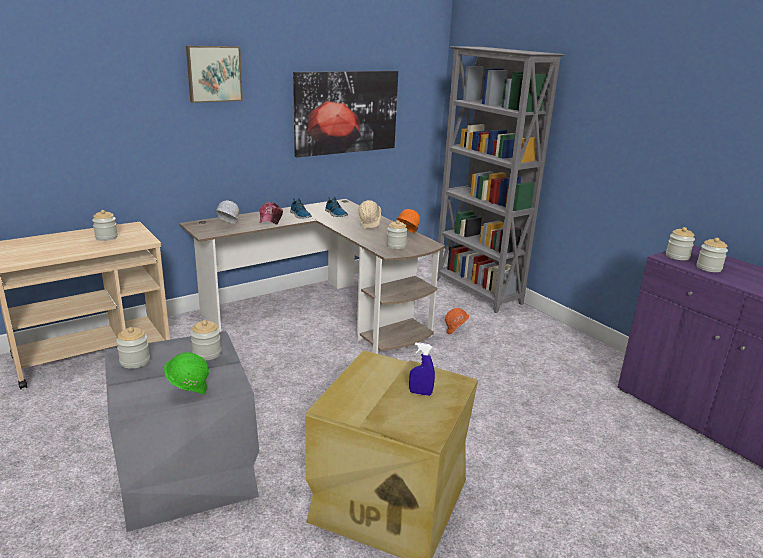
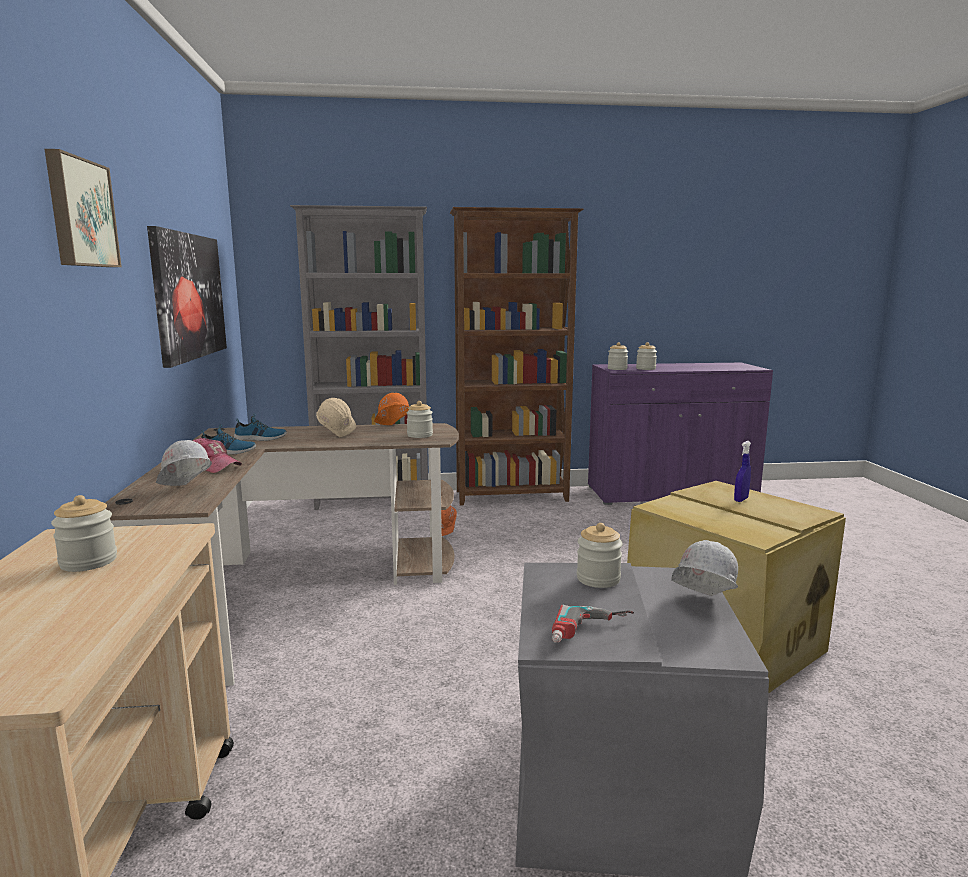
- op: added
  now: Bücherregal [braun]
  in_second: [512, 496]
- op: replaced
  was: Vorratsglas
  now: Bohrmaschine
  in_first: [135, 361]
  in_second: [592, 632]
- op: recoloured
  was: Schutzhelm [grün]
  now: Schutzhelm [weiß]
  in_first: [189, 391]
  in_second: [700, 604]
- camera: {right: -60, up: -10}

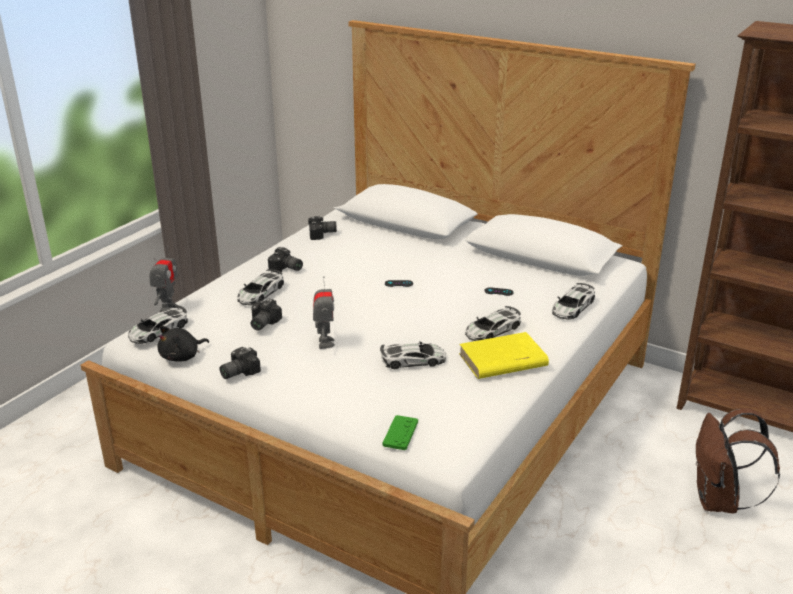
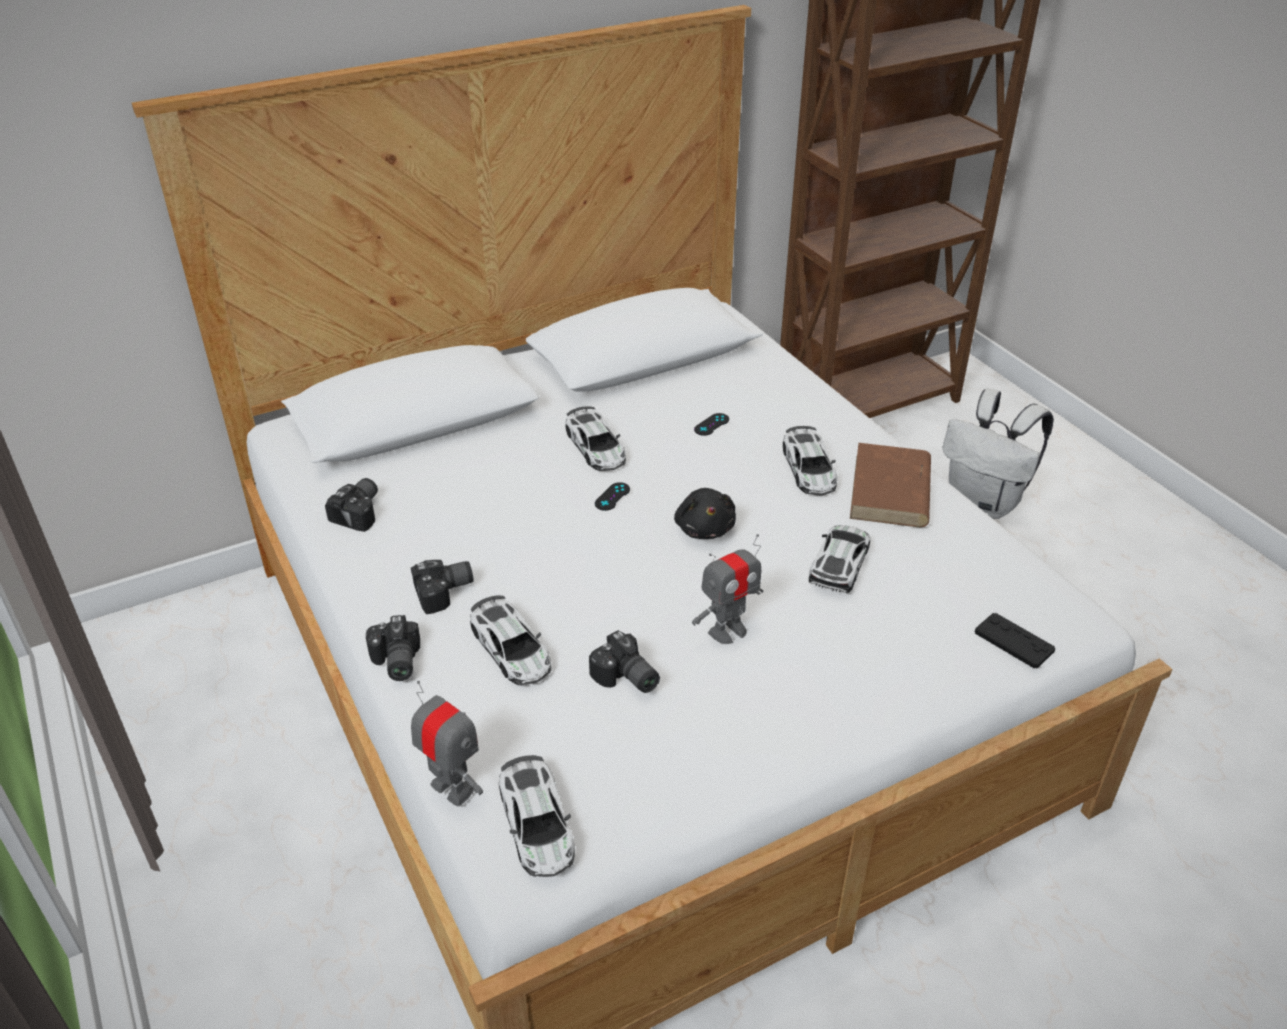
- op: moved
  was: Kamera
  in_first: [237, 372]
  in_second: [394, 662]
- op: moved
  was: Spielzeugauto
  in_first: [572, 307]
  in_second: [596, 447]
- op: moved
  was: Plüschtier [schwarz]
  in_first: [182, 356]
  in_second: [704, 528]
- op: turned
  was: Spielzeugroboter
  in_first: [325, 343]
  in_second: [727, 631]
  clockwise: 120
- op: recoloured
  was: Buch [gelb]
  now: Buch [braun]
  in_first: [502, 360]
  in_second: [890, 491]
- op: recoloured
  was: Rucksack [braun]
  now: Rucksack [weiß]
  in_first: [719, 501]
  in_second: [984, 503]
- op: recoloured
  was: Gamepad [grün]
  now: Gamepad [schwarz]
  in_first: [400, 433]
  in_second: [1014, 641]
- camera: {right: -60, up: 10}

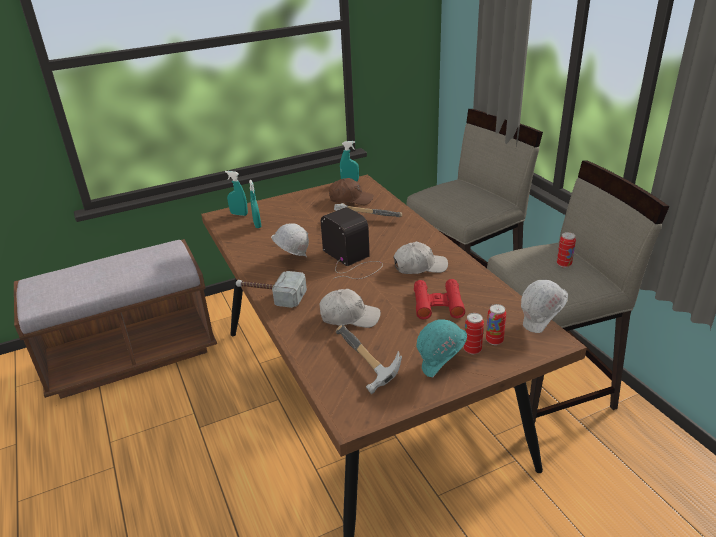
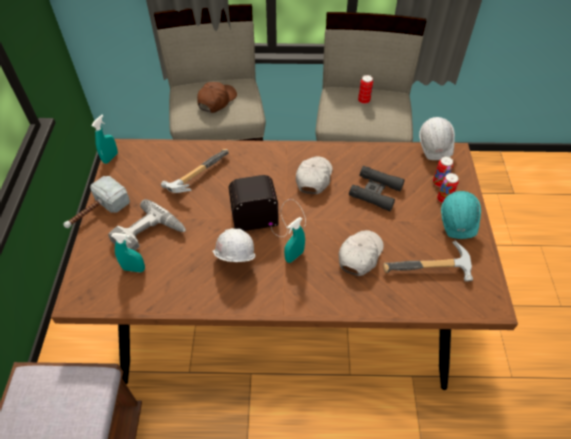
- op: moved
  was: Hammer
  in_first: [270, 295]
  in_second: [96, 212]
- op: added
  now: Bohrmaschine
  in_second: [149, 235]
- op: moved
  was: Kappe [braun]
  in_first: [350, 199]
  in_second: [216, 101]
- op: moved
  was: Sprühflasche [türkis]
  in_first: [239, 214]
  in_second: [294, 256]
- op: recoloured
  was: Fernglas [rot]
  now: Fernglas [schwarz]
  in_first: [438, 304]
  in_second: [375, 191]
- camera: {right: -65, up: 20}

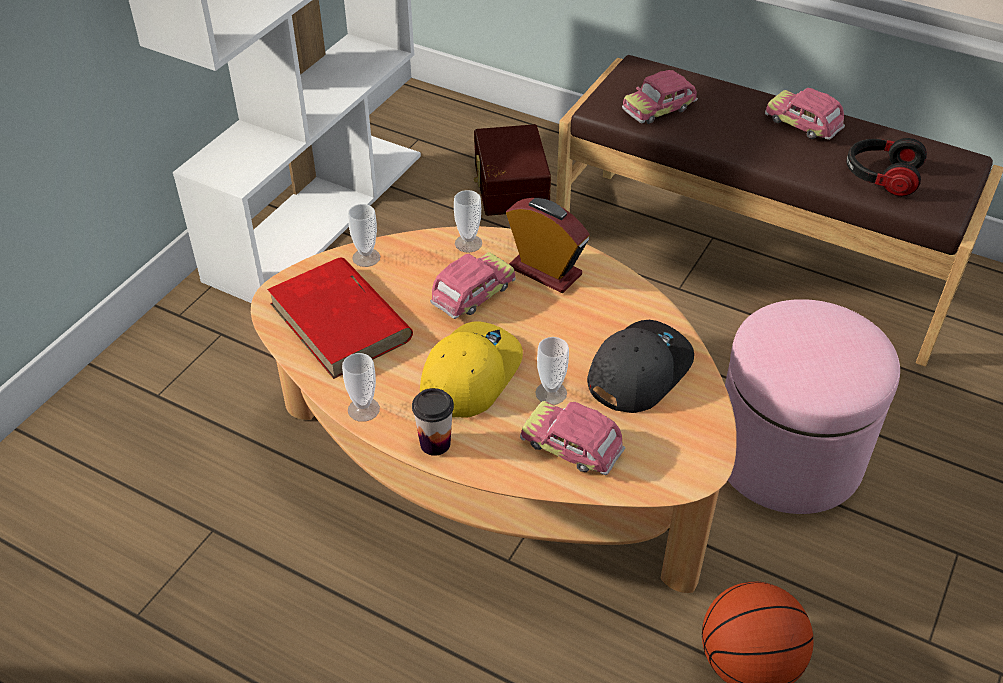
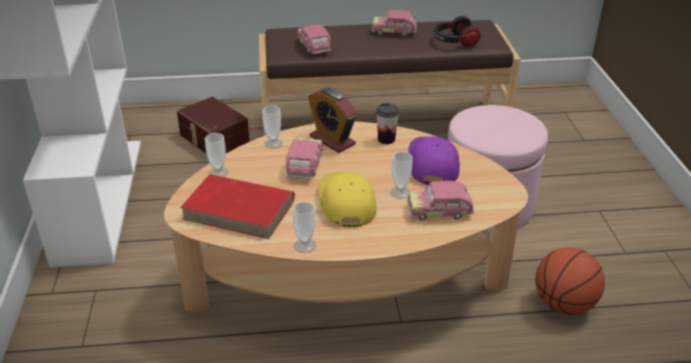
- op: turned
  was: Spielzeugauto
  in_first: [659, 110]
  in_second: [314, 47]
  clockwise: 135
- op: turned
  was: Wecker
  in_first: [545, 271]
  in_second: [332, 140]
  clockwise: -135
- op: moved
  was: Tasse
  in_first: [435, 443]
  in_second: [386, 139]
- op: recoloured
  was: Kappe [grau]
  now: Kappe [lila]
  in_first: [638, 370]
  in_second: [432, 164]
- camera: {right: -35, up: -10}

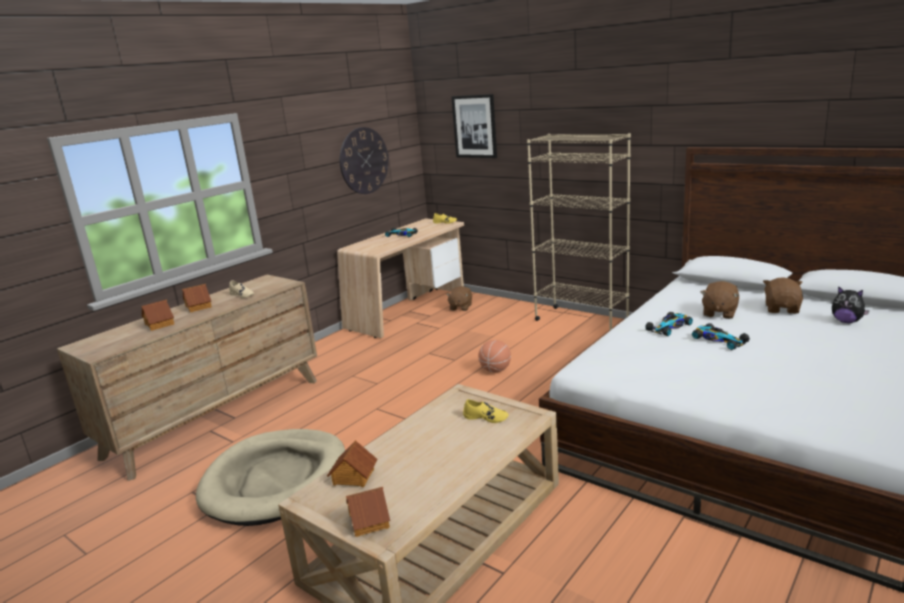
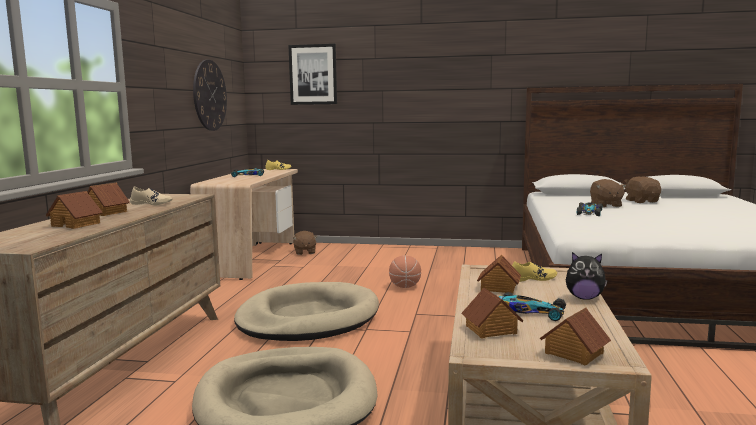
- op: added
  now: Hundebett [beige]
  in_second: [308, 318]
- op: added
  now: Spielzeughaus
  in_second: [498, 288]
- op: moved
  was: Spielzeugauto
  in_first: [718, 340]
  in_second: [528, 311]
- op: moved
  was: Plüschtier
  in_first: [846, 321]
  in_second: [584, 298]
- op: removed
  was: Bücherregal [beige]
  in_first: [581, 320]
- camera: {right: -30, up: -10}

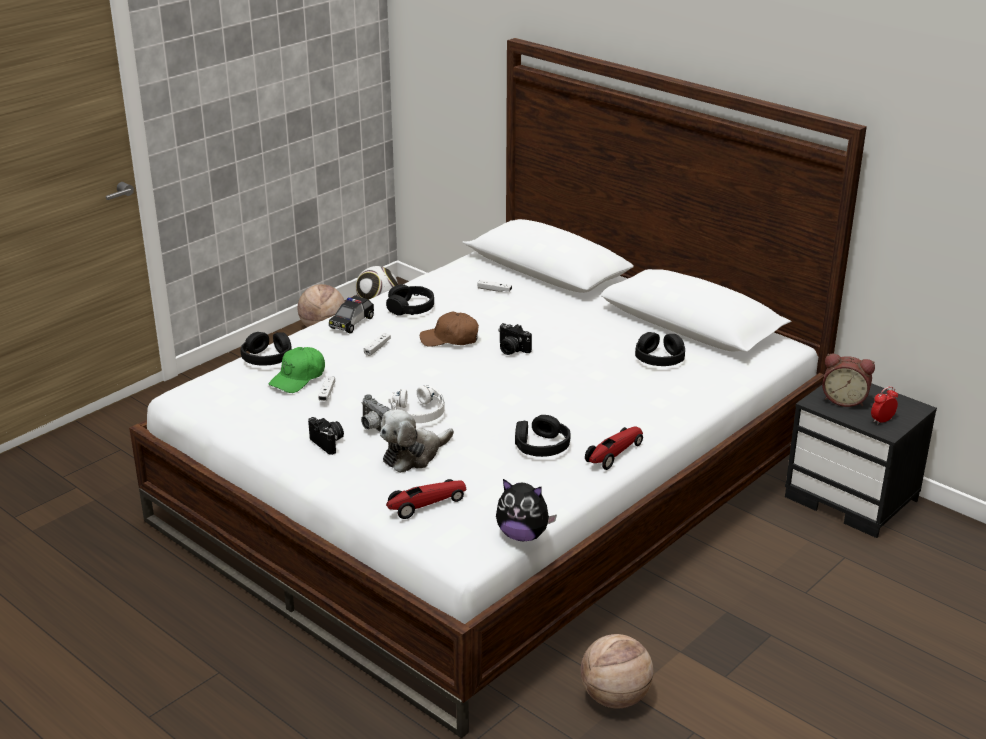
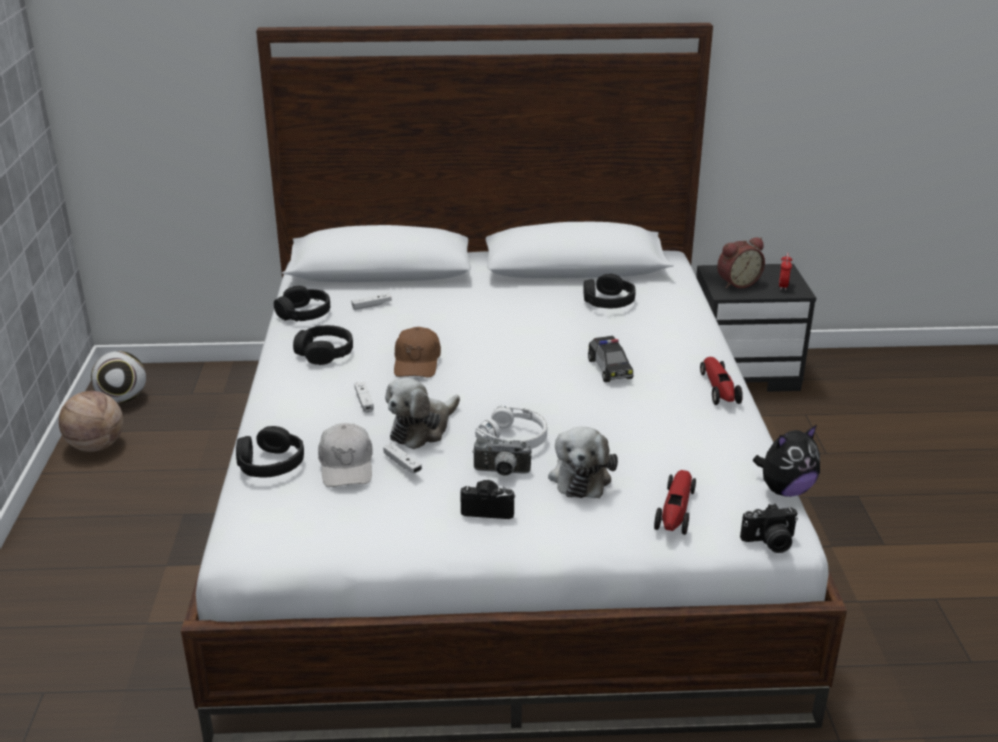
- op: moved
  was: Kopfhörer [schwarz]
  in_first: [541, 446]
  in_second: [304, 313]
- op: recoloured
  was: Kappe [grün]
  now: Kappe [weiß]
  in_first: [298, 378]
  in_second: [346, 465]
- op: added
  now: Plüschtier
  in_second: [422, 429]
- op: turned
  was: Kappe [braun]
  in_first: [450, 339]
  in_second: [417, 362]
  clockwise: -45
- op: moved
  was: Spielzeugauto
  in_first: [352, 323]
  in_second: [609, 369]
- op: moved
  was: Kamera
  in_first: [511, 350]
  in_second: [770, 542]
- op: removed
  was: Basketball
  in_first: [615, 698]
- camera: {right: -45, up: 0}

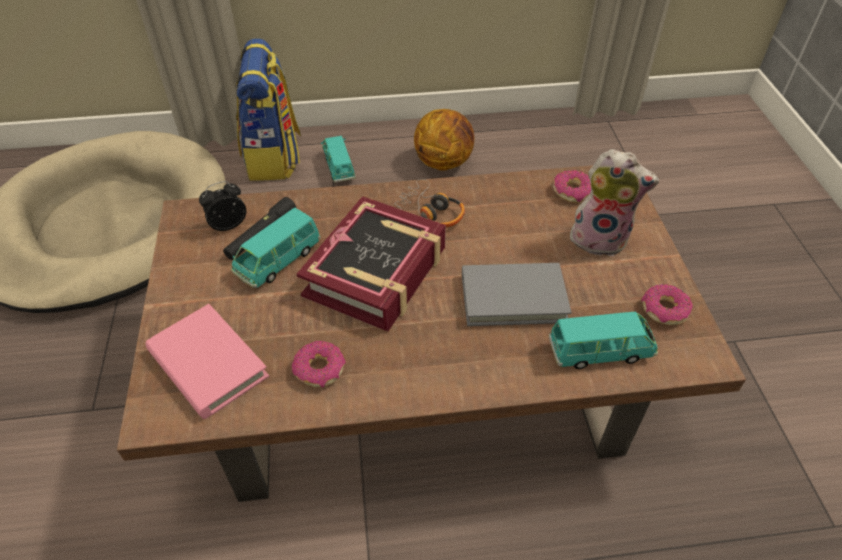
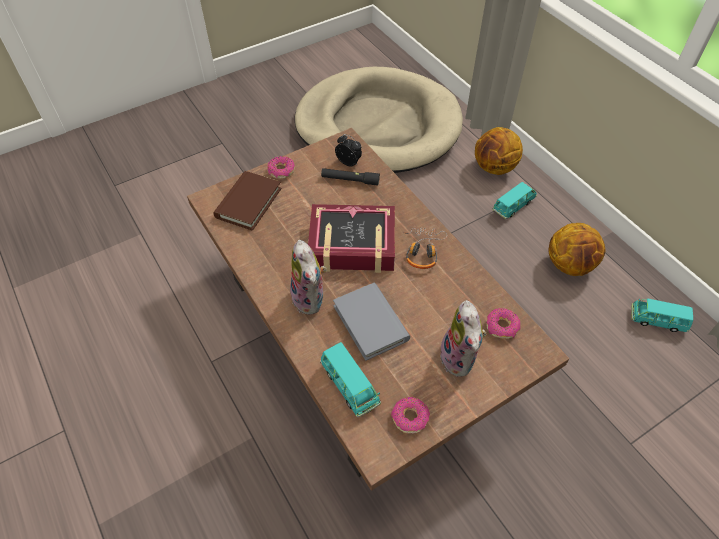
- op: recoloured
  was: Buch [rosa]
  now: Buch [braun]
  in_first: [208, 364]
  in_second: [248, 203]
- op: moved
  was: Donut
  in_first: [319, 370]
  in_second: [281, 171]
- op: added
  now: Plüschtier
  in_second: [311, 299]
- op: replaced
  was: Rucksack
  now: Basketball
  in_first: [274, 158]
  in_second: [494, 168]
- op: moved
  was: Spielzeugauto [türkis]
  in_first: [278, 261]
  in_second: [657, 320]
- camera: {right: 65, up: 5}

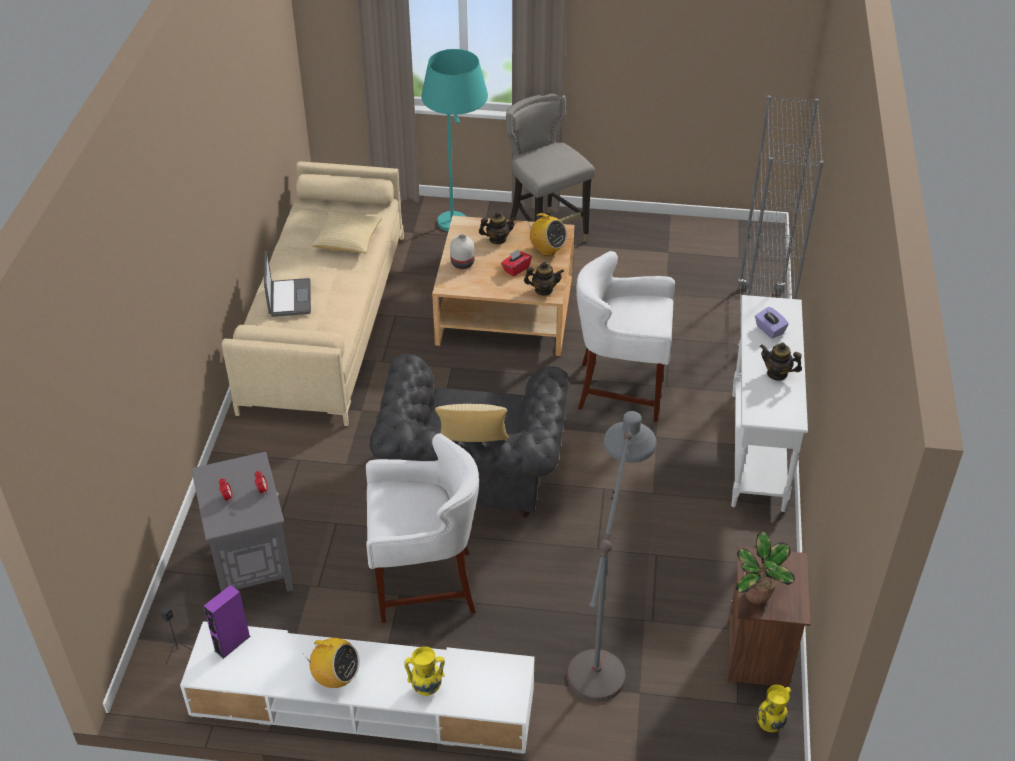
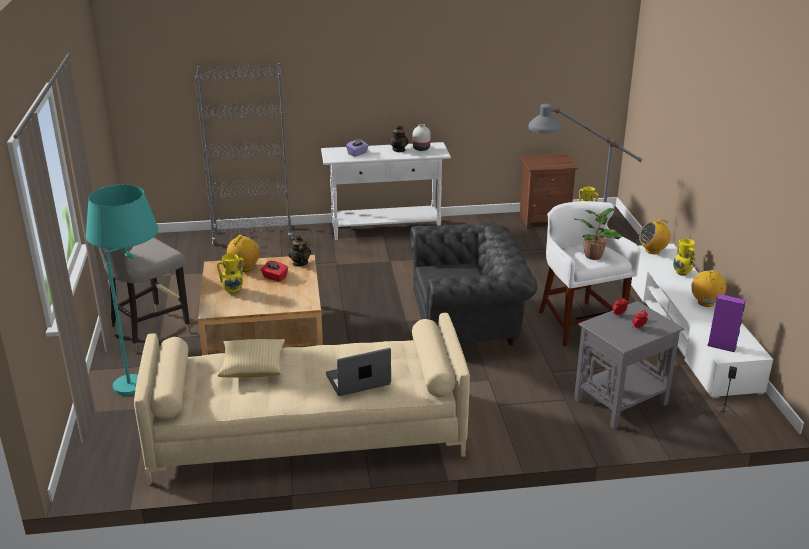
- op: replaced
  was: Teekanne
  now: Vase [gelb]
  in_first: [497, 239]
  in_second: [233, 291]
- op: moved
  was: Vase [weiß]
  in_first: [463, 263]
  in_second: [421, 148]
- op: moved
  was: Topfpflanze
  in_first: [757, 596]
  in_second: [594, 255]
- op: added
  now: Radio
  in_second: [653, 251]
- op: removed
  was: Kissen
  in_first: [473, 447]
- op: removed
  was: Hocker [weiß]
  in_first: [621, 390]
- camera: {right: -105, up: -15}

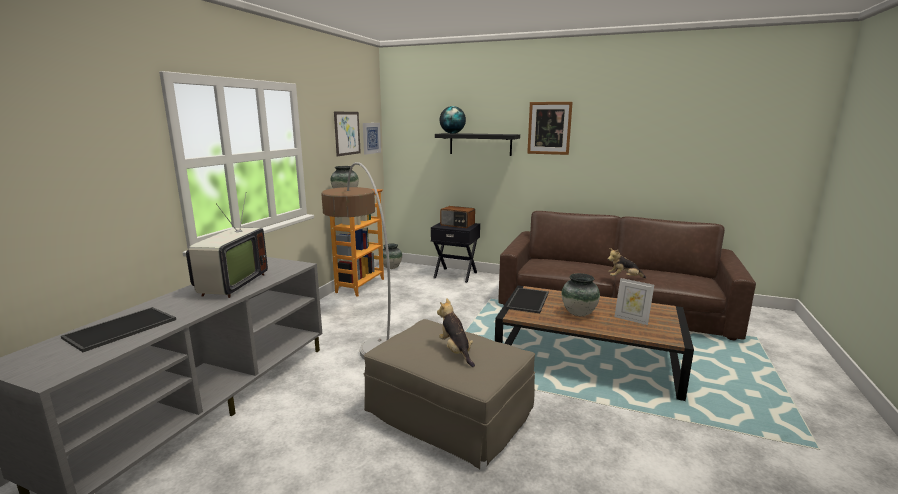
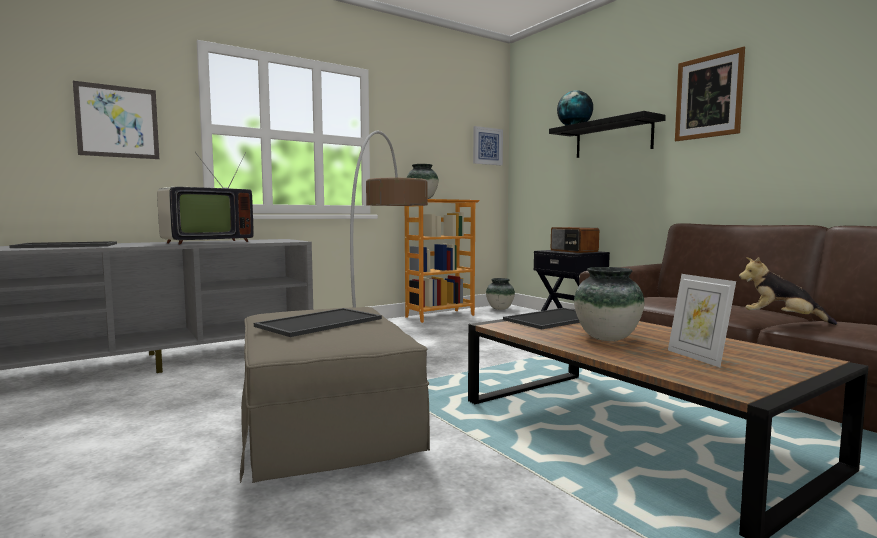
- op: moved
  was: Bild
  in_first: [347, 133]
  in_second: [117, 121]
- op: replaced
  was: Plüschtier
  now: Tablett
  in_first: [456, 351]
  in_second: [320, 323]
- camera: {right: 35, up: -10}

